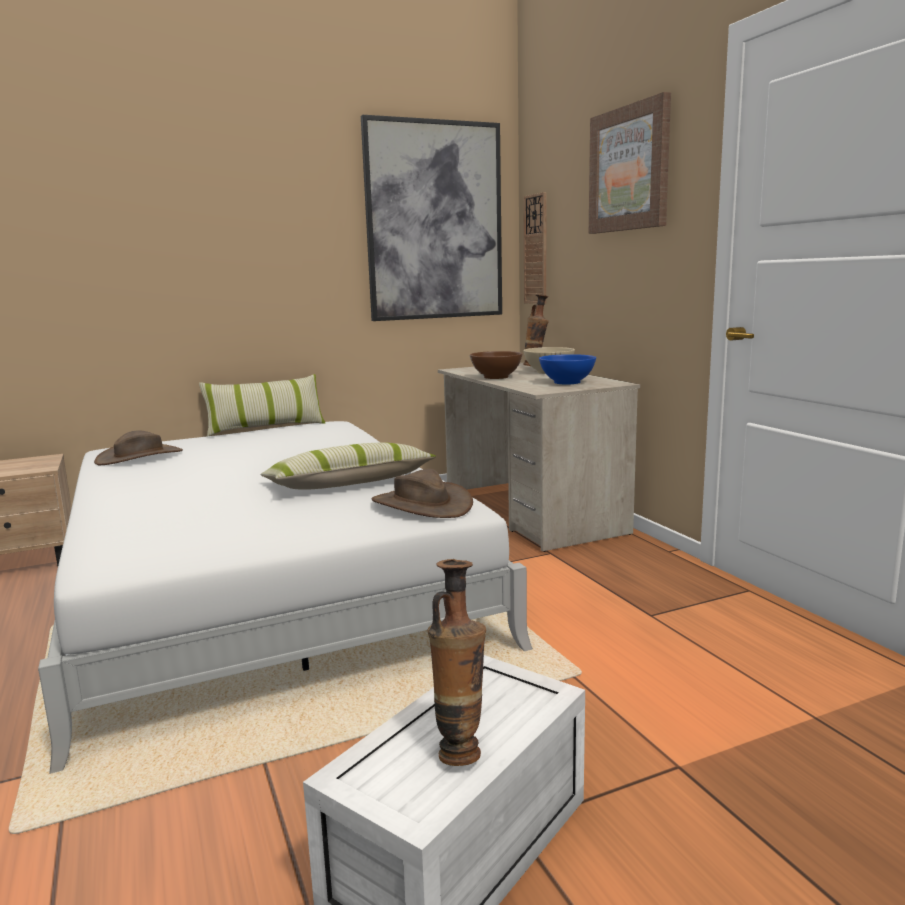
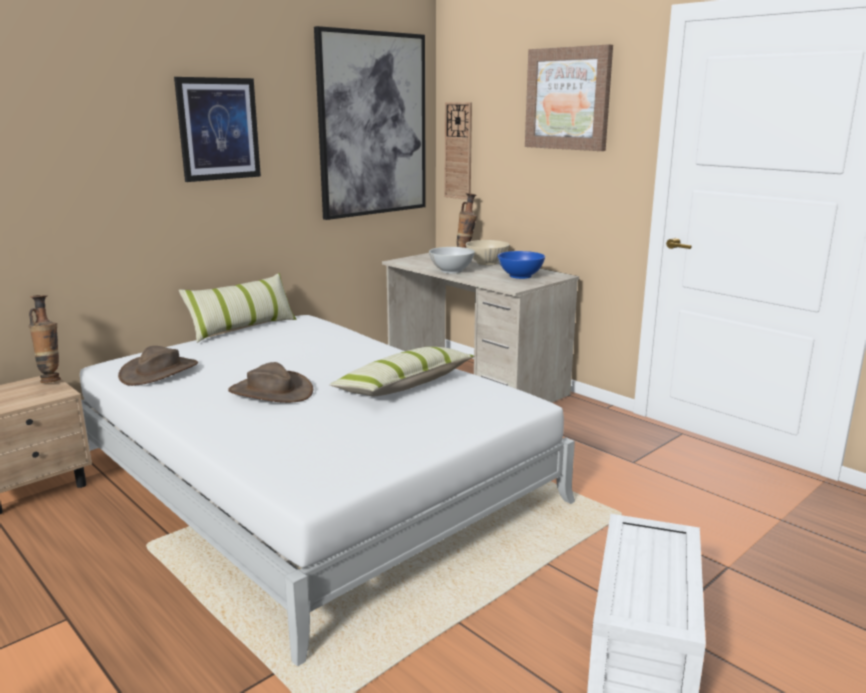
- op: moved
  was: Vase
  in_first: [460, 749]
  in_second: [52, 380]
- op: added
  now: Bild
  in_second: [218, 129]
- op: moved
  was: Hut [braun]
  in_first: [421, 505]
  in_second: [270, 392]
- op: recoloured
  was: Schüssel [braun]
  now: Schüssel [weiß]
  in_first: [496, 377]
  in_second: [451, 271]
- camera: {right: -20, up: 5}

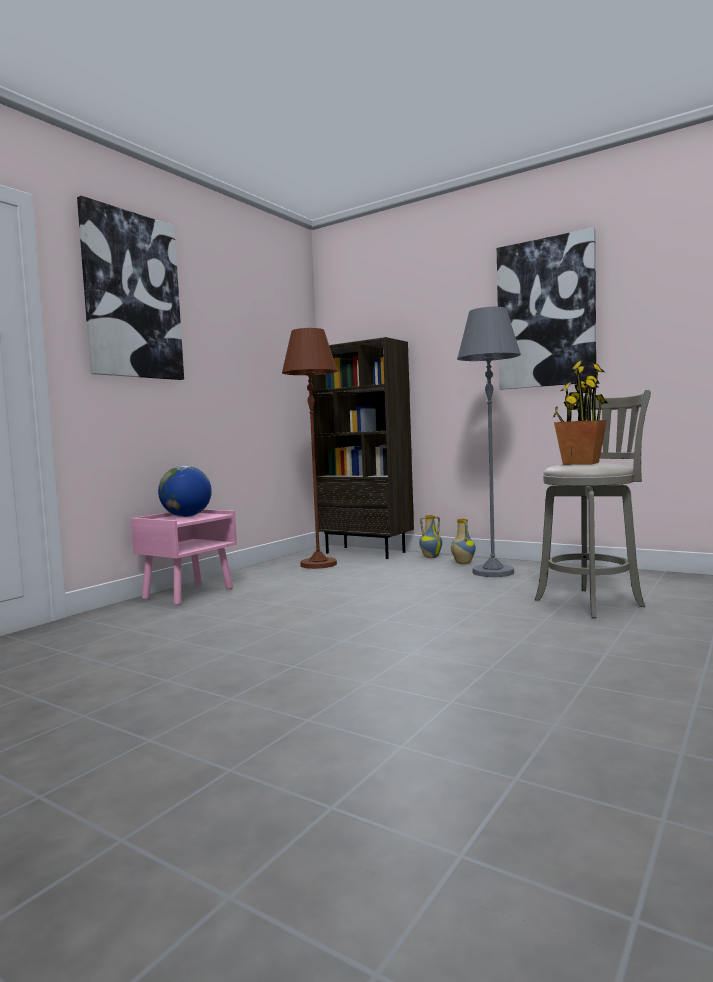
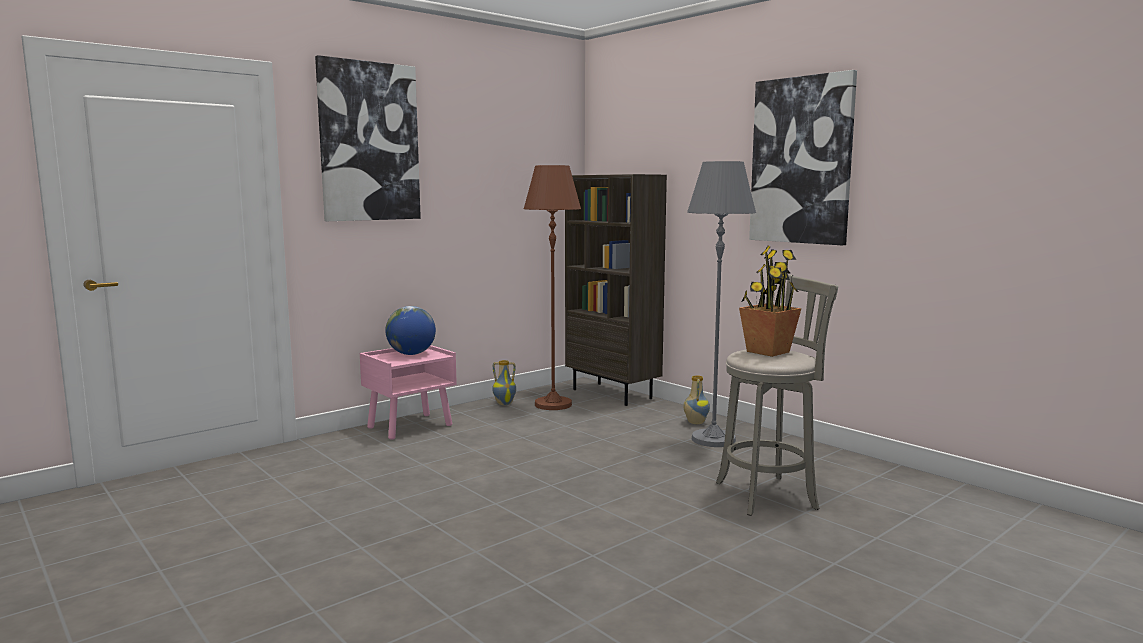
- op: moved
  was: Vase
  in_first: [431, 557]
  in_second: [504, 403]
- camera: {right: 15, up: 5}

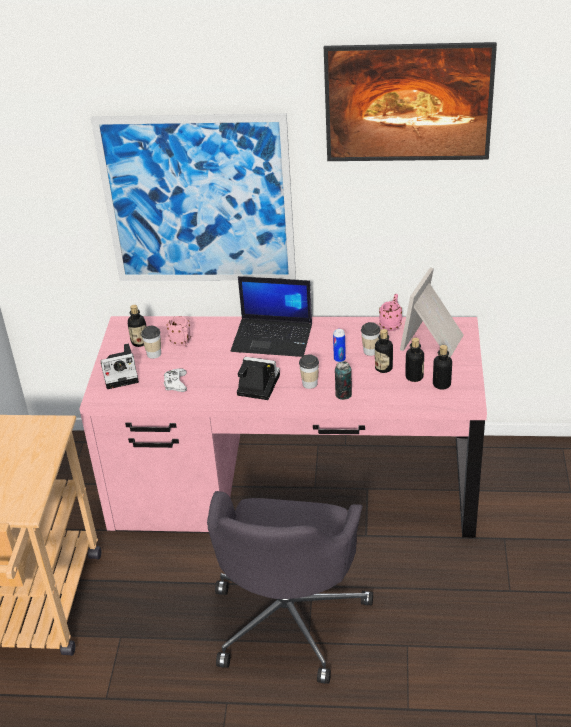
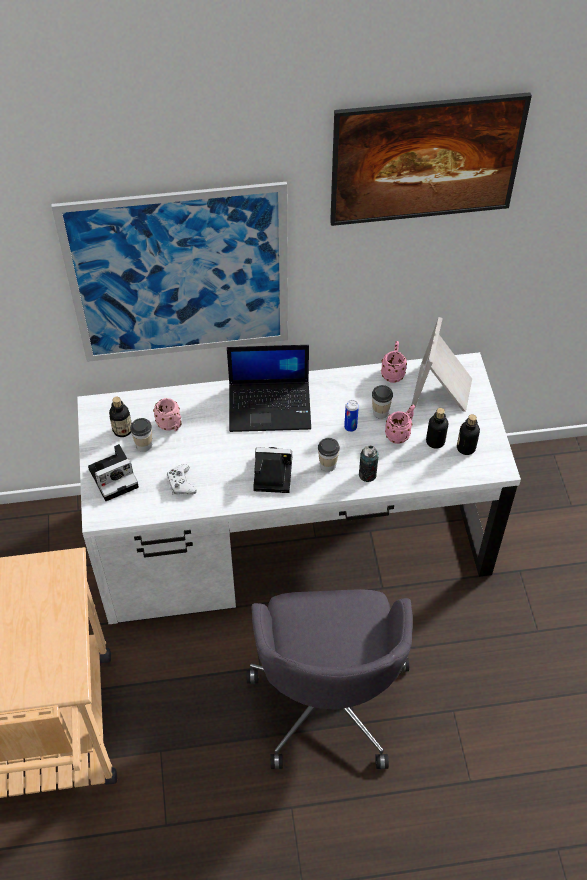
- op: recoloured
  was: Schreibtisch [rosa]
  now: Schreibtisch [weiß]
  in_first: [293, 484]
  in_second: [292, 536]
- op: replaced
  was: Flasche
  now: Henkelbecher [rosa]
  in_first: [383, 368]
  in_second: [400, 433]
- camera: {right: -15, up: 15}

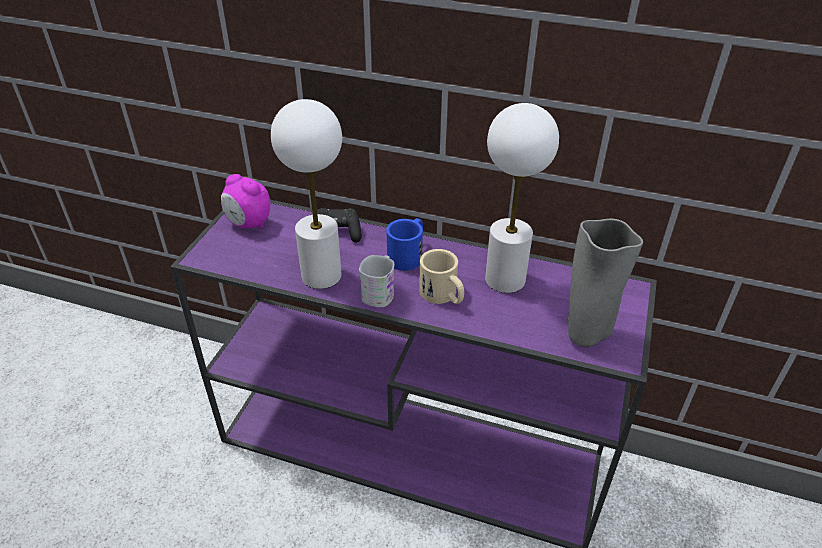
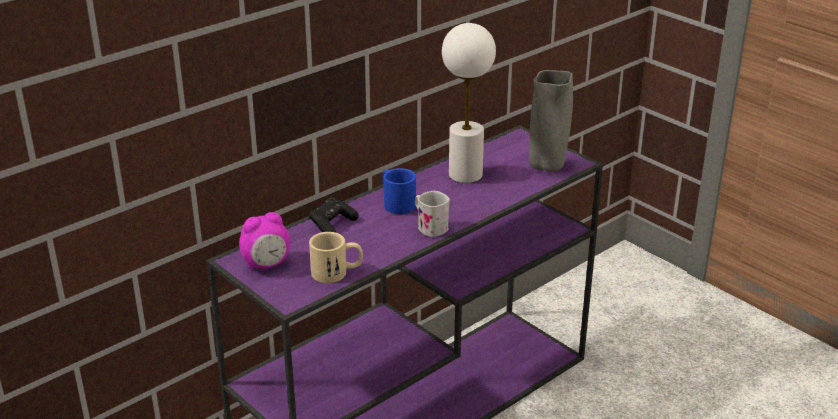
- op: moved
  was: Henkelbecher [beige]
  in_first: [443, 296]
  in_second: [337, 272]
- op: removed
  was: Tischlampe [weiß]
  in_first: [321, 275]
- camera: {right: -60, up: -10}

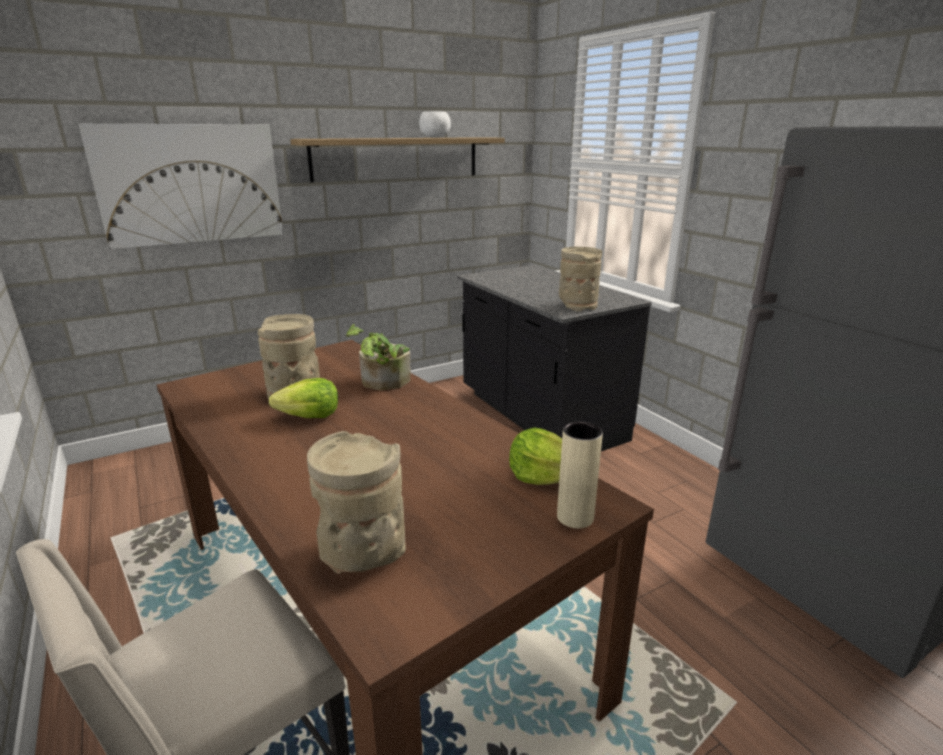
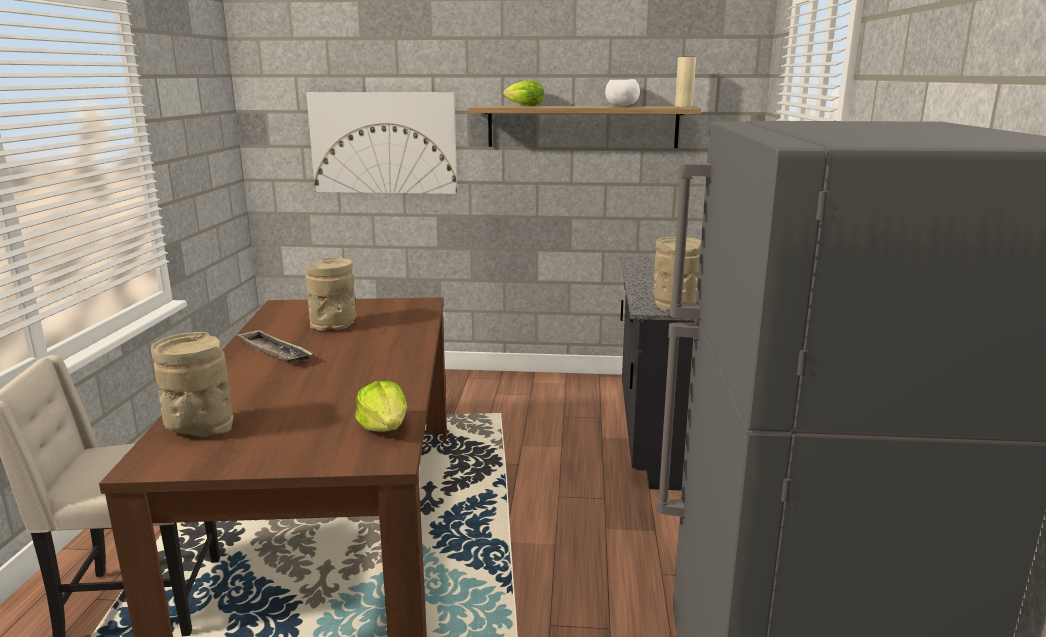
- op: added
  now: Tablett
  in_second: [274, 352]
- op: moved
  was: Salatkopf
  in_first: [310, 416]
  in_second: [525, 106]
- op: moved
  was: Vase [beige]
  in_first: [575, 517]
  in_second: [683, 107]
- op: removed
  was: Topfpflanze
  in_first: [382, 383]
- camera: {right: 35, up: -5}

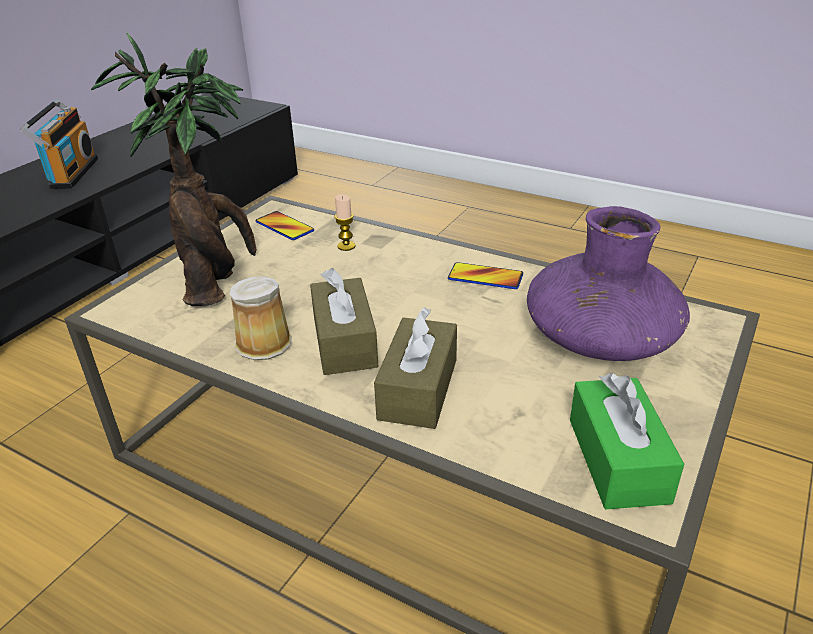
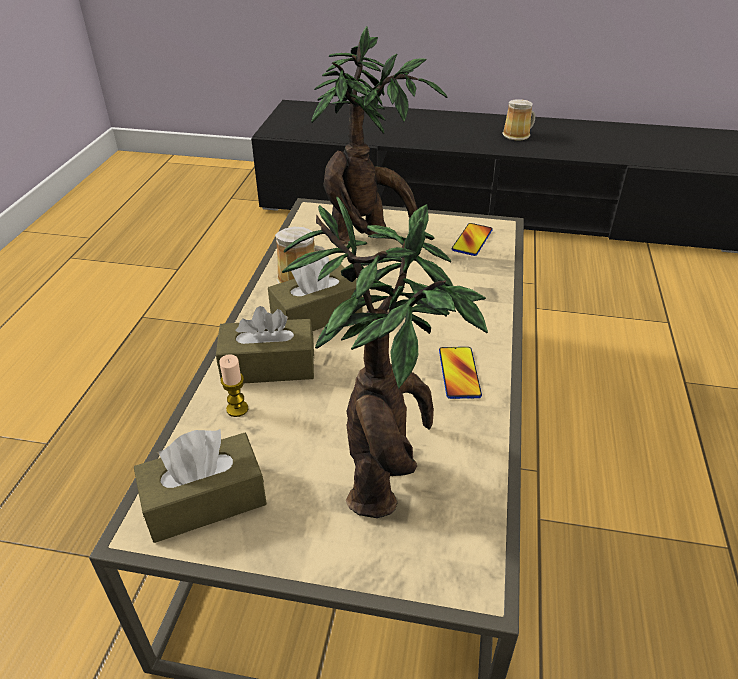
- op: recoloured
  was: Taschentuchbox [grün]
  now: Taschentuchbox [braun]
  in_first: [617, 459]
  in_second: [205, 501]
- op: moved
  was: Kerze
  in_first: [346, 246]
  in_second: [237, 409]
- op: replaced
  was: Vase [lila]
  now: Topfpflanze
  in_first: [600, 339]
  in_second: [385, 473]
- op: replaced
  was: Radio
  now: Henkelbecher
  in_first: [71, 173]
  in_second: [517, 135]
- camera: {right: 70, up: 5}

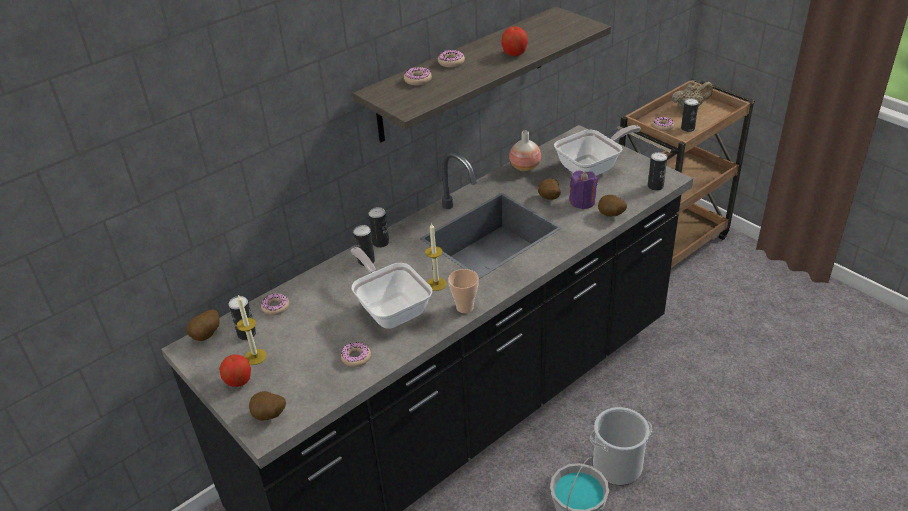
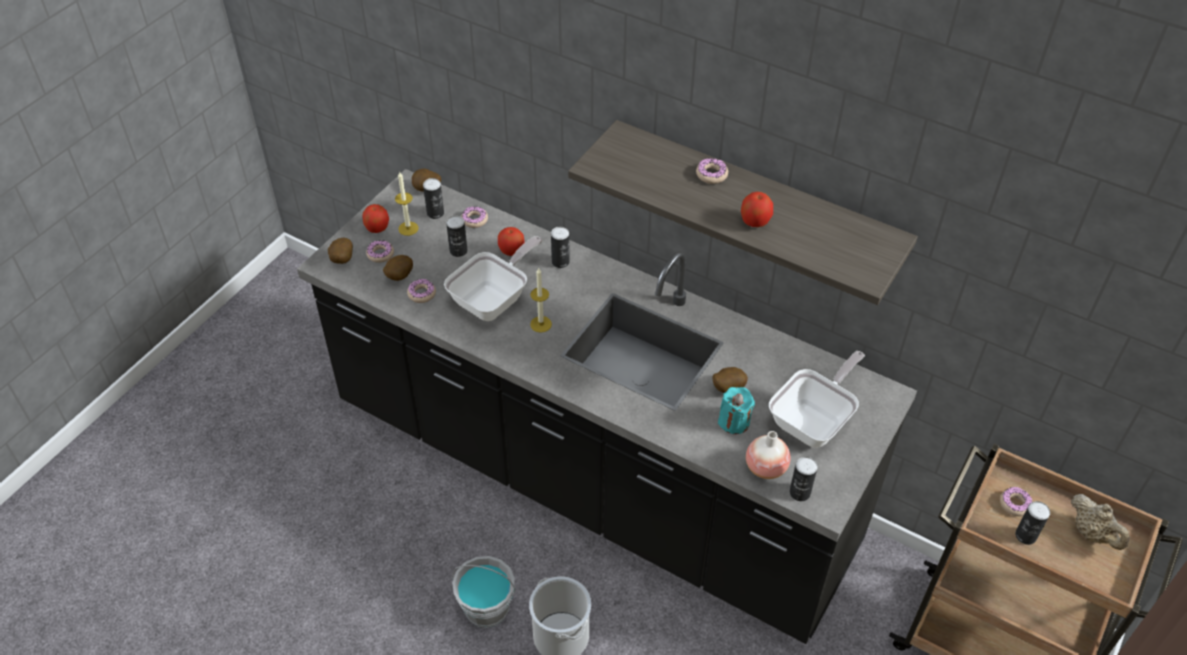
- op: moved
  was: Donut
  in_first: [418, 80]
  in_second: [380, 254]
- op: moved
  was: Kartoffel
  in_first: [610, 216]
  in_second: [398, 276]
- op: moved
  was: Dose
  in_first: [381, 243]
  in_second: [458, 251]
- op: added
  now: Apfel
  in_second: [511, 251]
- op: recoloured
  was: Kerze [lila]
  now: Kerze [türkis]
  in_first: [582, 202]
  in_second: [734, 422]
- op: moved
  was: Vase
  in_first: [525, 167]
  in_second: [765, 468]
- op: turned
  was: Pfanne
  in_first: [592, 168]
  in_second: [814, 421]
  clockwise: -90
- op: removed
  was: Tasse
  in_first: [465, 307]
- camera: {right: 70, up: 10}

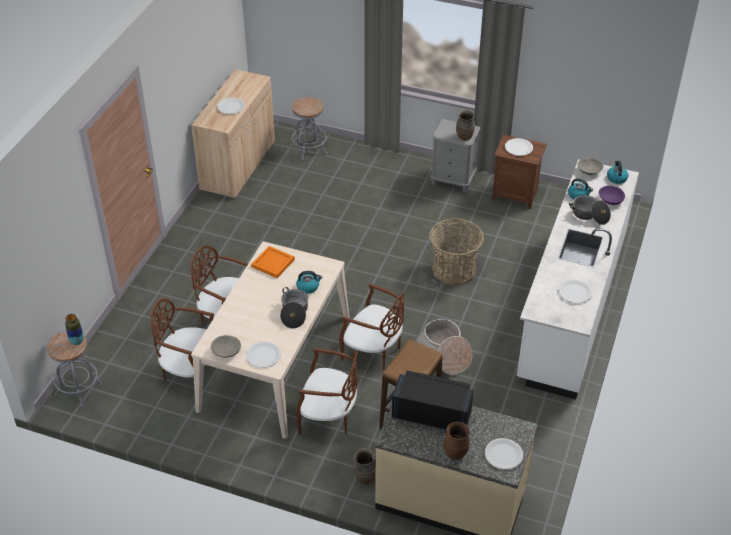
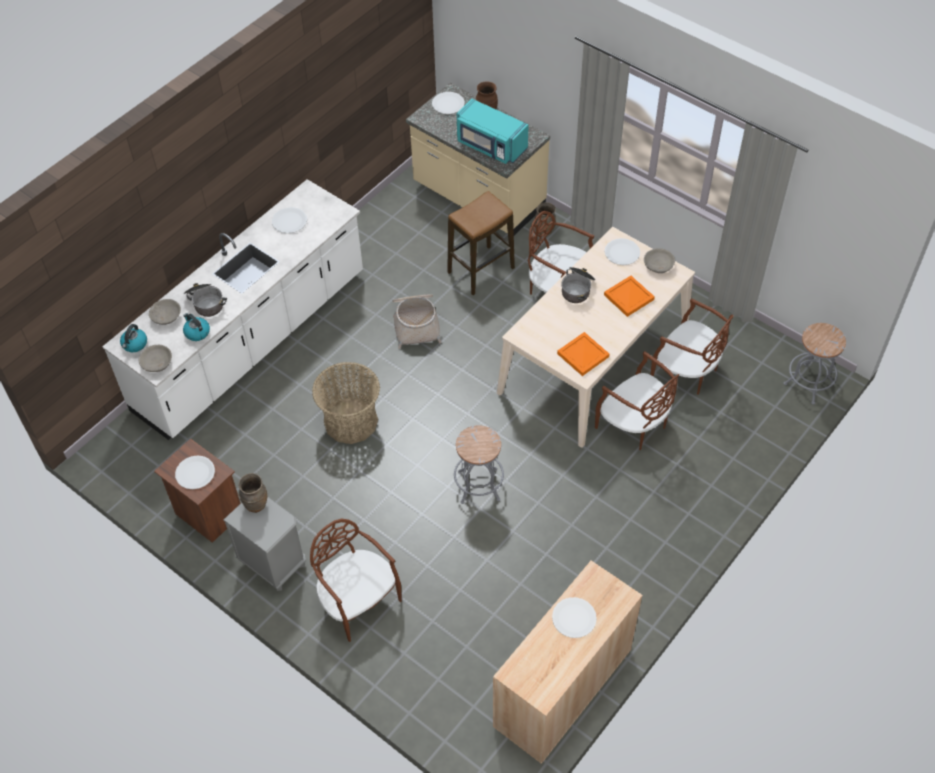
- op: recoloured
  was: Schüssel [lila]
  now: Schüssel [grau]
  in_first: [610, 200]
  in_second: [166, 317]
- op: moved
  was: Stuhl [braun]
  in_first: [373, 351]
  in_second: [358, 601]
- op: moved
  was: Hocker [grau]
  in_first: [309, 149]
  in_second: [478, 485]
- op: recoloured
  was: Mikrowelle [schwarz]
  now: Mikrowelle [türkis]
  in_first: [432, 414]
  in_second: [490, 146]
- op: added
  now: Tablett [orange]
  in_second: [628, 297]
- op: removed
  was: Vase
  in_first: [77, 341]
- op: removed
  was: Wasserkessel
  in_first: [308, 287]
- camera: {right: -160, up: 10}

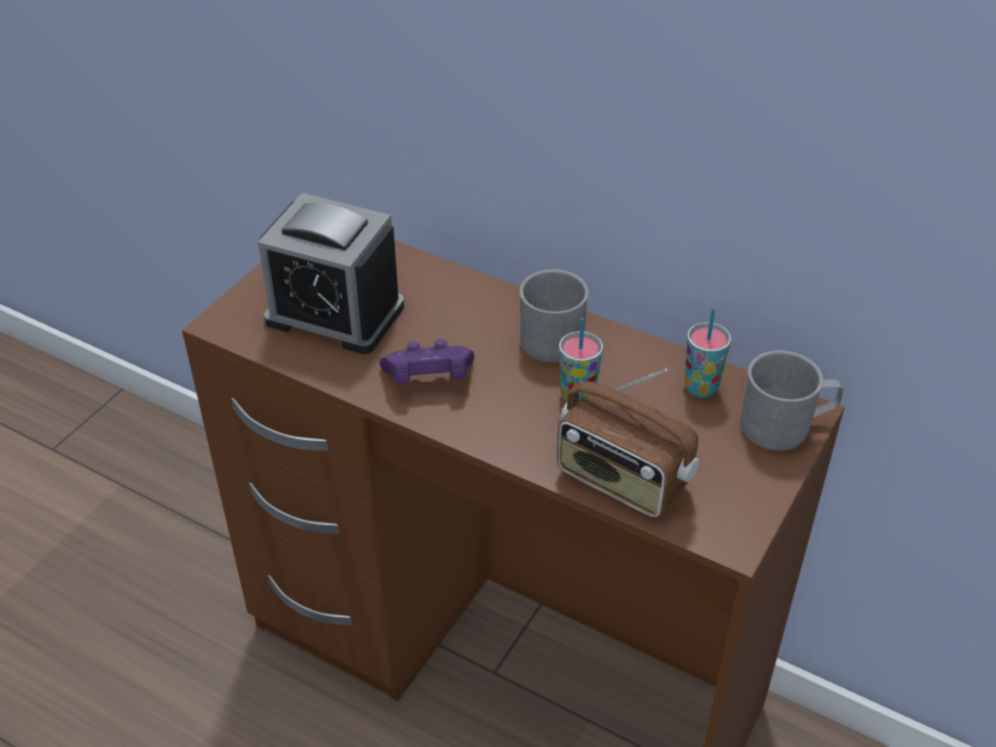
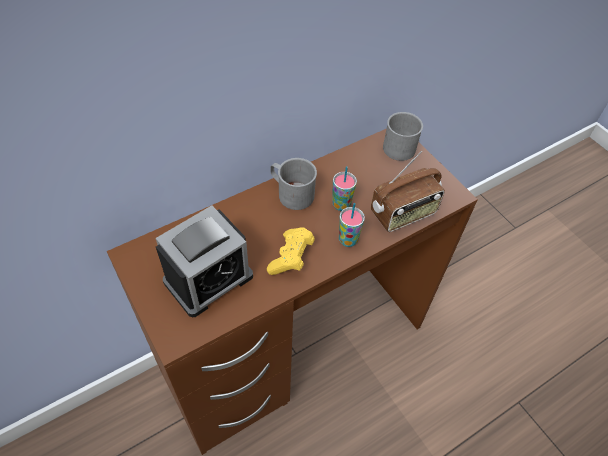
- op: recoloured
  was: Gamepad [lila]
  now: Gamepad [gelb]
  in_first: [428, 379]
  in_second: [291, 258]
- op: moved
  was: Tasse
  in_first: [701, 388]
  in_second: [348, 240]
- camera: {right: -65, up: 10}

